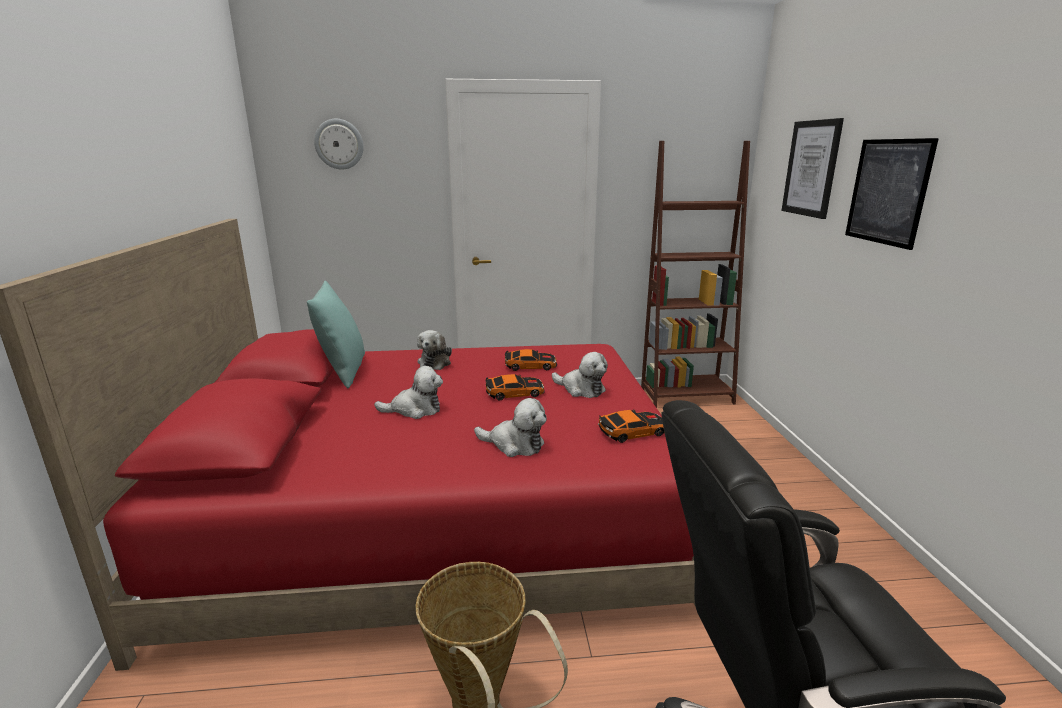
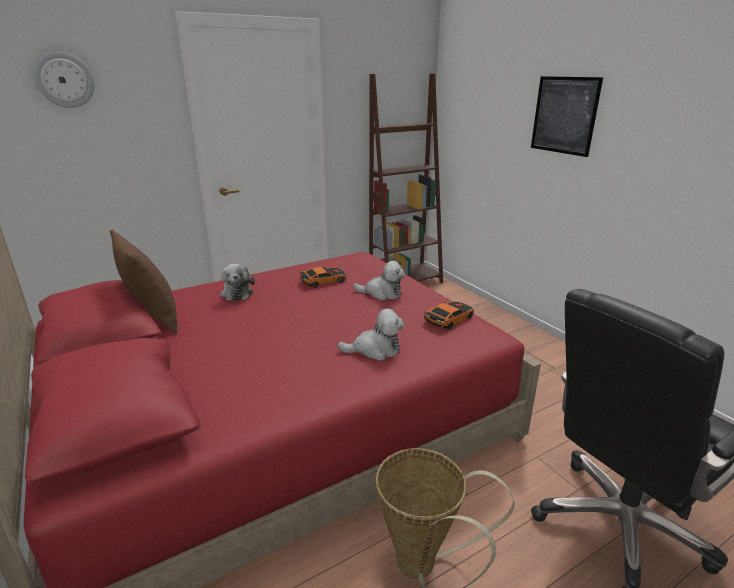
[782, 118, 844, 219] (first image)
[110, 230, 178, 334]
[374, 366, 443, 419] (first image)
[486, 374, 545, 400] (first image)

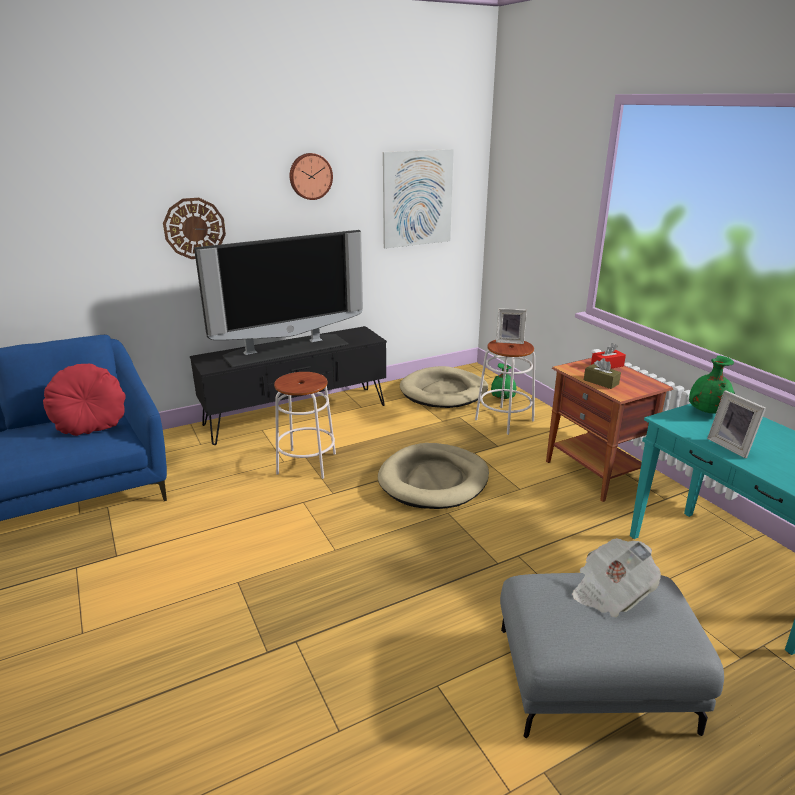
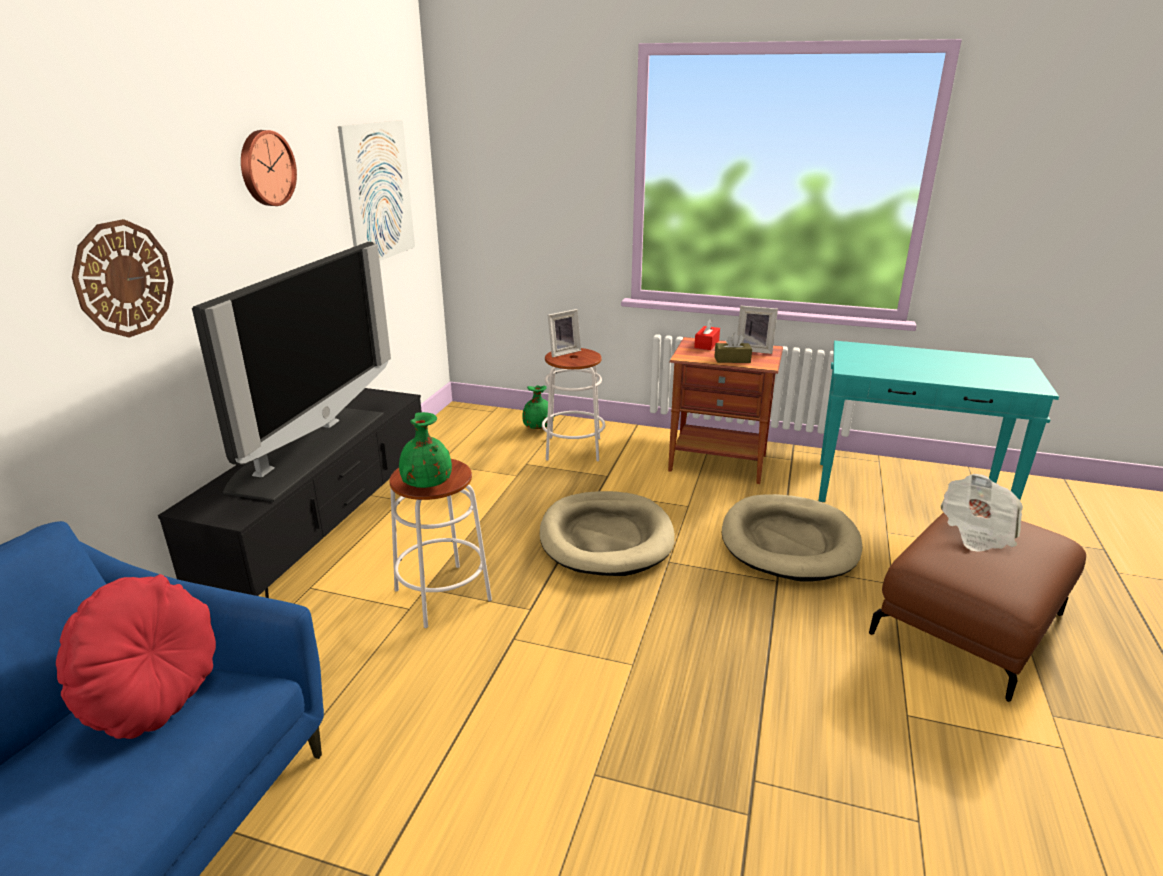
[399, 412, 452, 488]
[722, 494, 862, 582]
[737, 306, 778, 354]
[869, 512, 1086, 702]

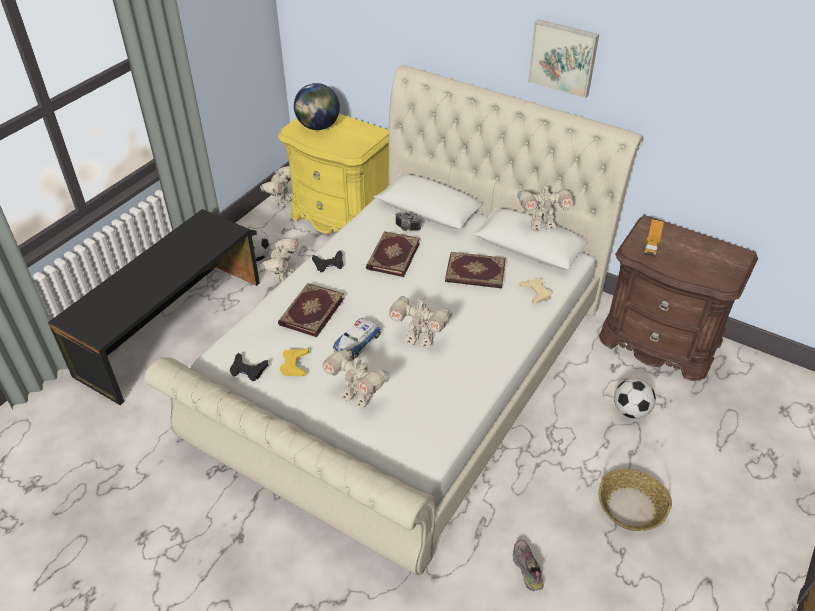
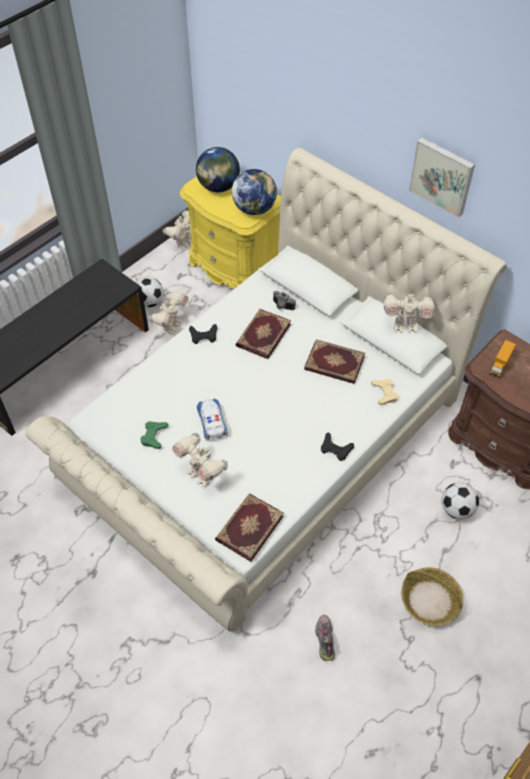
[215, 493, 283, 562]
[389, 296, 452, 348] (first image)
[197, 398, 228, 441]
[140, 421, 168, 449]
[321, 432, 354, 461]
[232, 169, 277, 215]

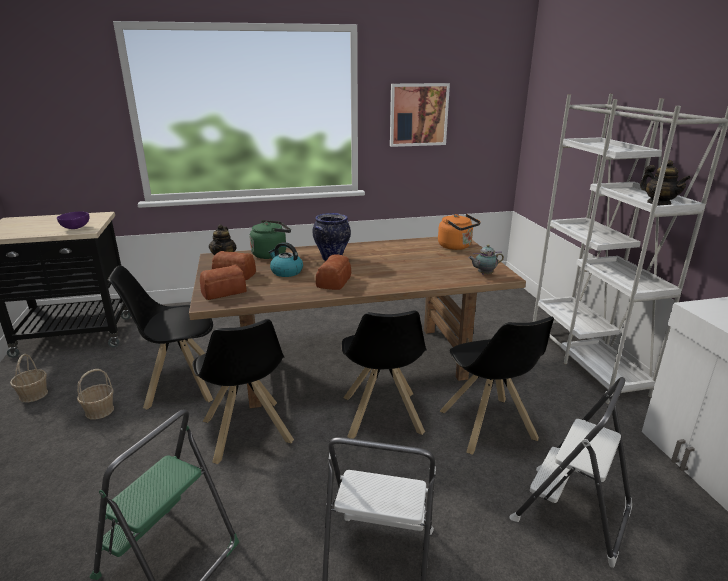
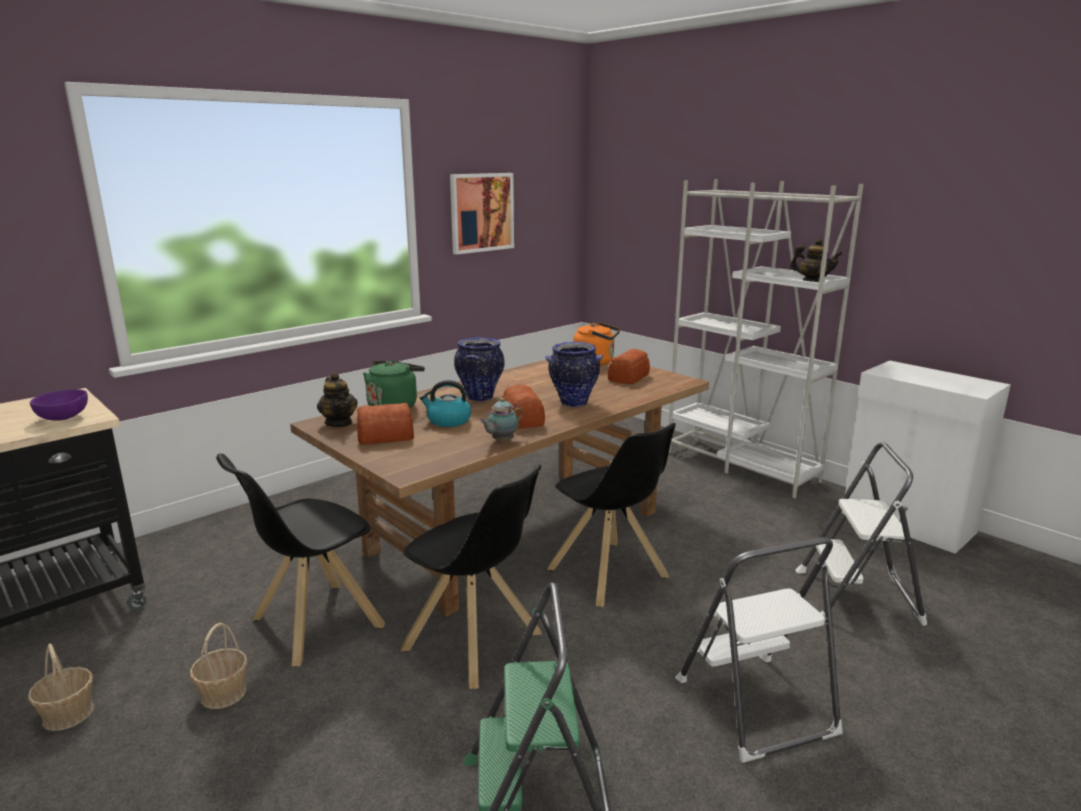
[479, 398, 523, 442]
[608, 349, 650, 384]
[439, 317, 554, 455] (first image)
[545, 342, 603, 407]

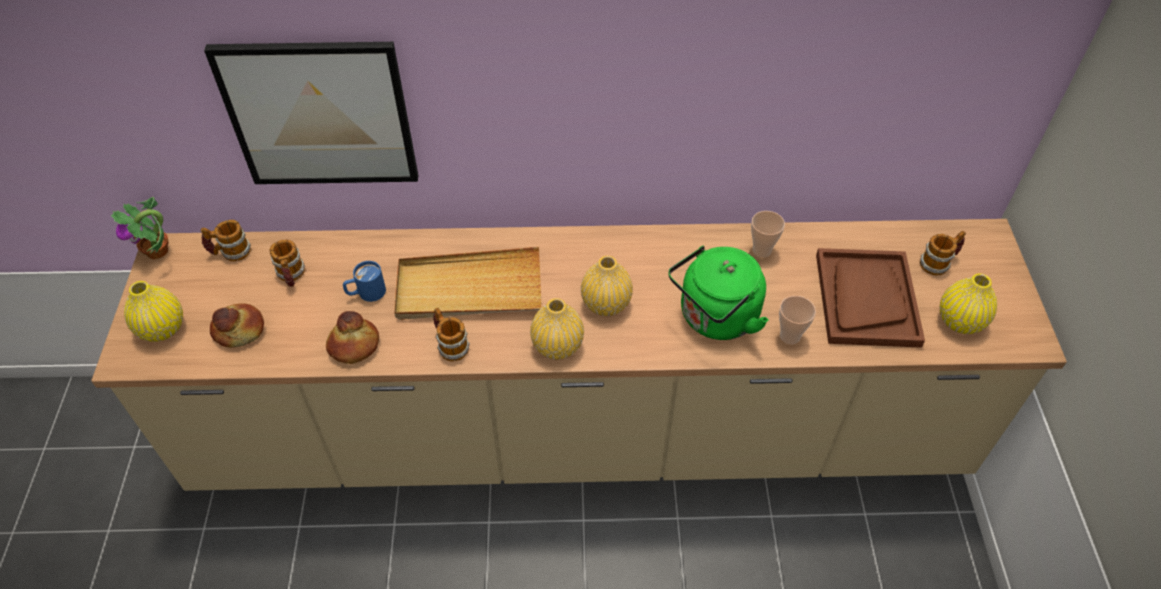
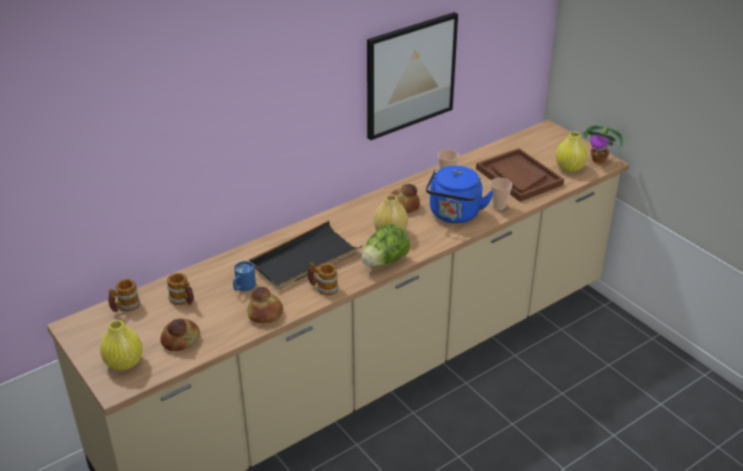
[367, 12, 458, 140]
[580, 125, 624, 163]
[920, 231, 966, 275] (first image)
[426, 166, 494, 223]
[249, 220, 362, 290]
[361, 224, 410, 267]
[390, 184, 420, 213]

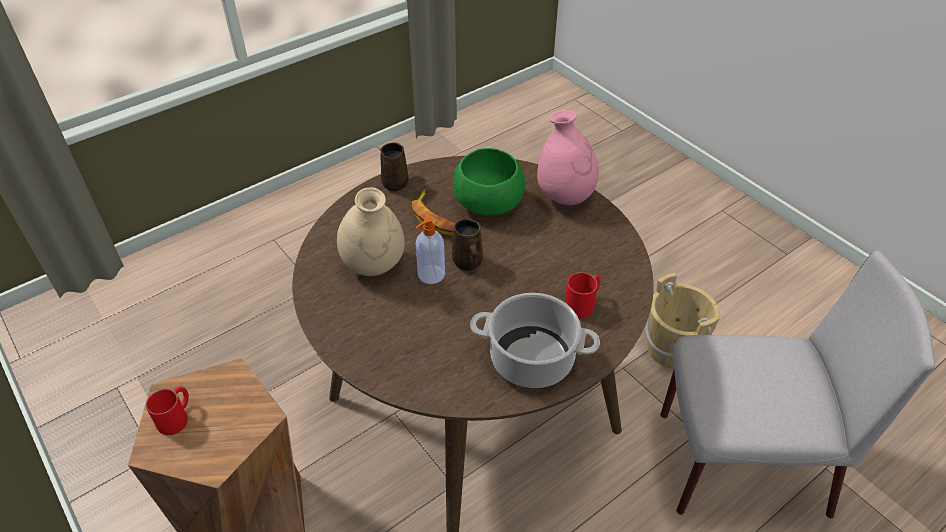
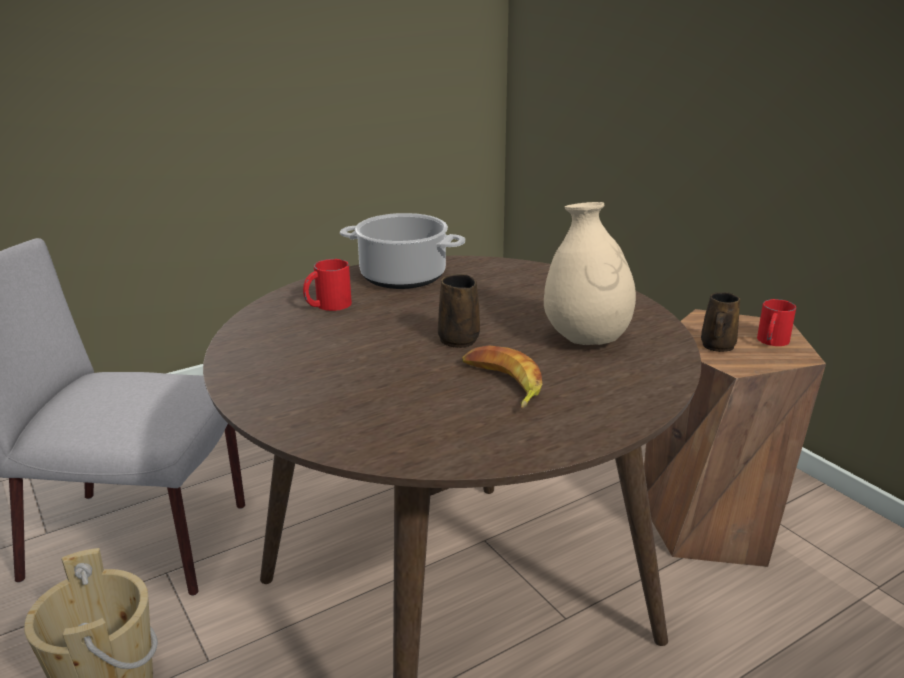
[537, 110, 599, 205] (first image)
[701, 292, 740, 352]
[453, 148, 525, 216] (first image)
[415, 216, 445, 284] (first image)

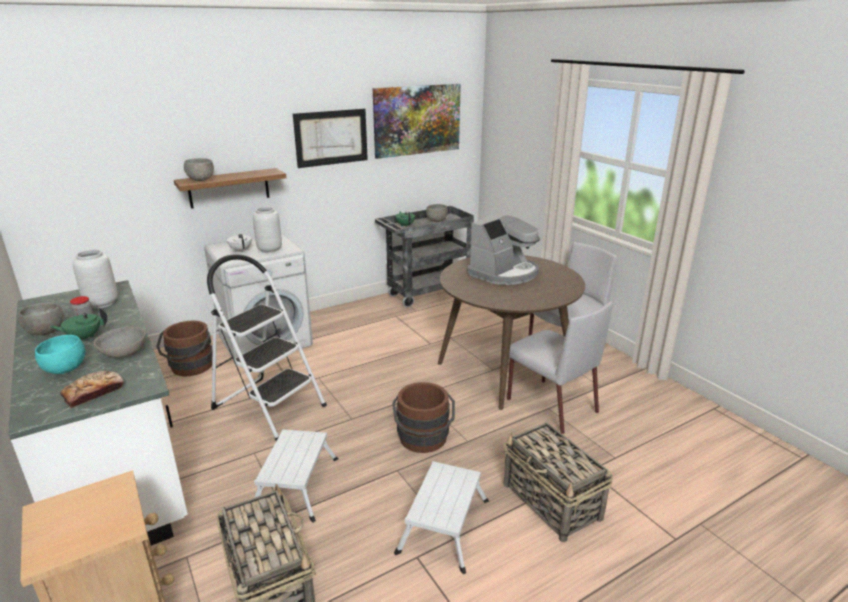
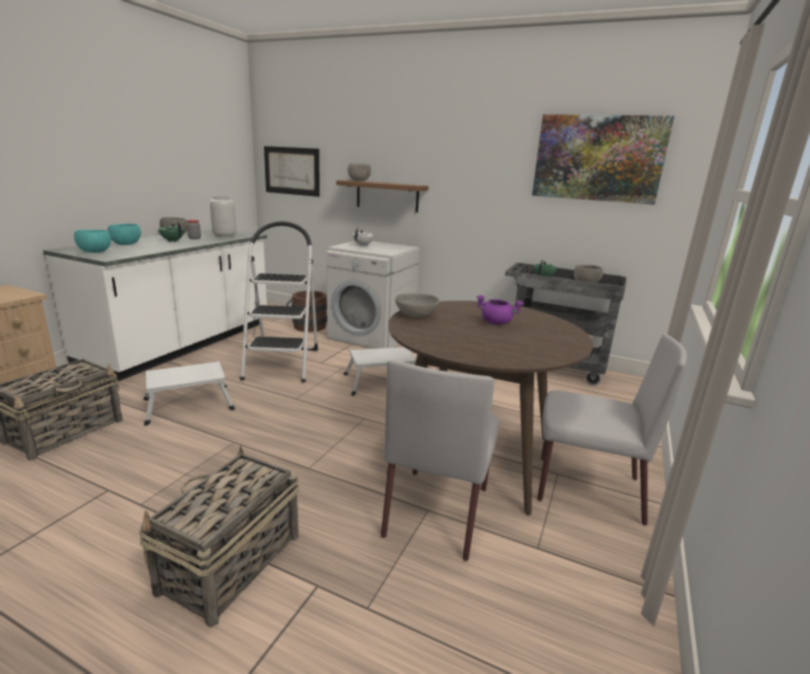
[264, 146, 320, 197]
[253, 207, 282, 253] (first image)
[477, 295, 524, 325]
[395, 294, 440, 317]
[74, 230, 111, 253]
[392, 382, 455, 453] (first image)
[344, 347, 416, 396]

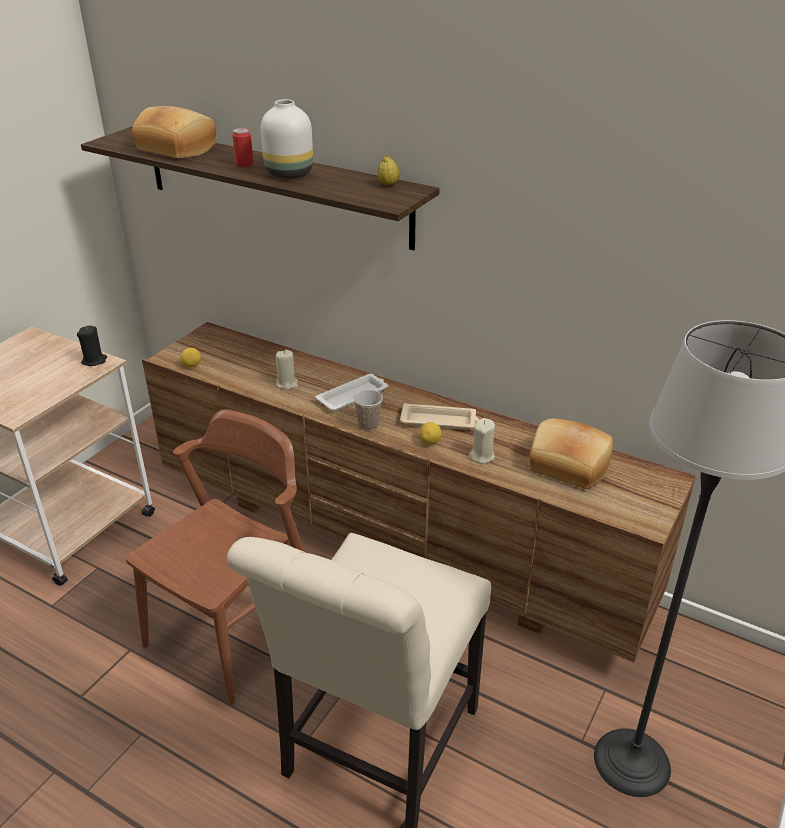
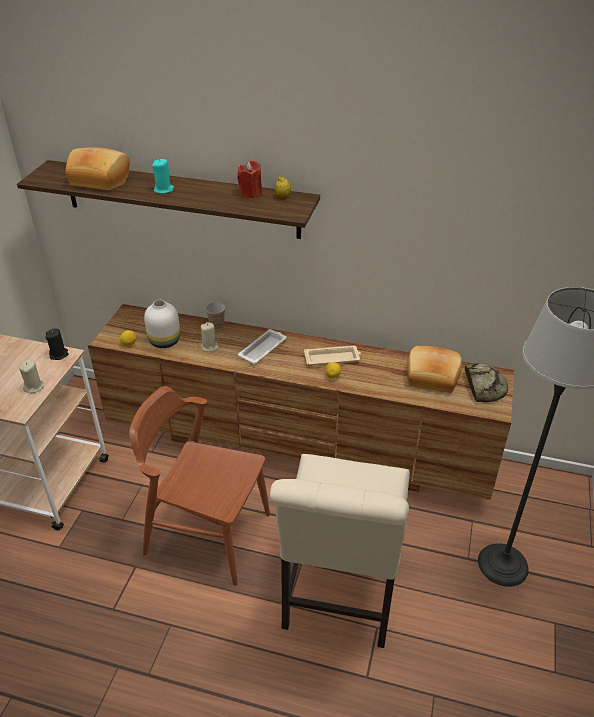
[144, 300, 180, 348]
[152, 159, 174, 194]
[205, 302, 225, 330]
[129, 386, 270, 586]
[19, 360, 43, 394]
[237, 161, 262, 198]
[465, 363, 508, 403]

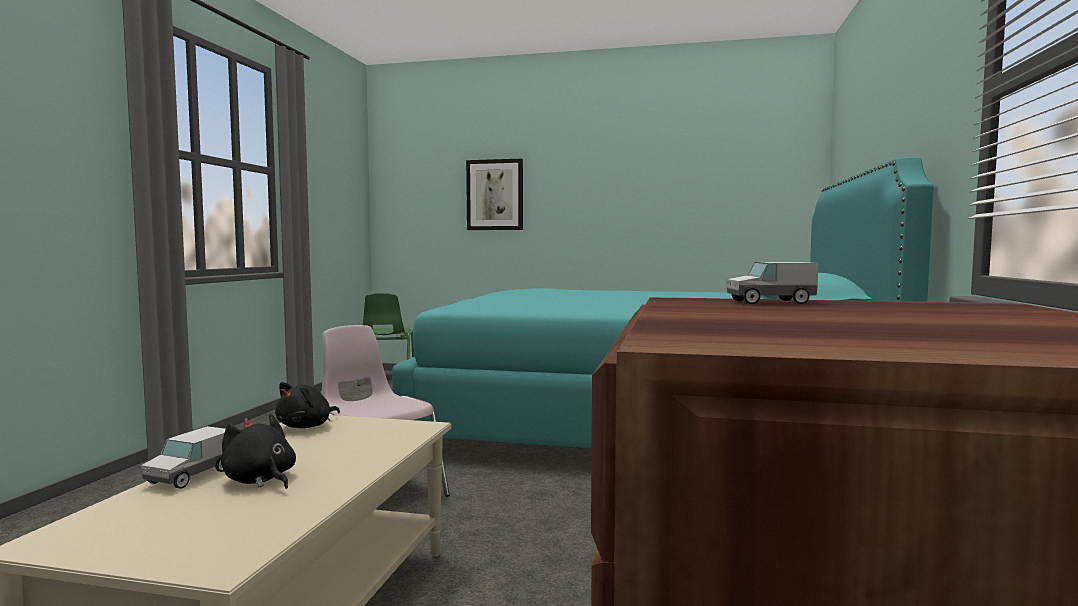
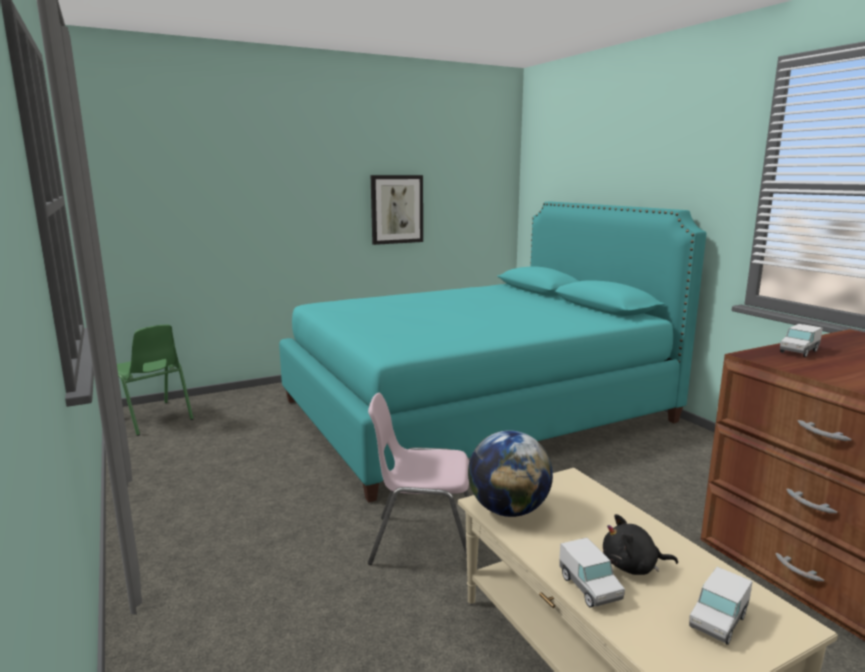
[371, 175, 423, 245]
[468, 430, 553, 517]
[689, 567, 753, 645]

